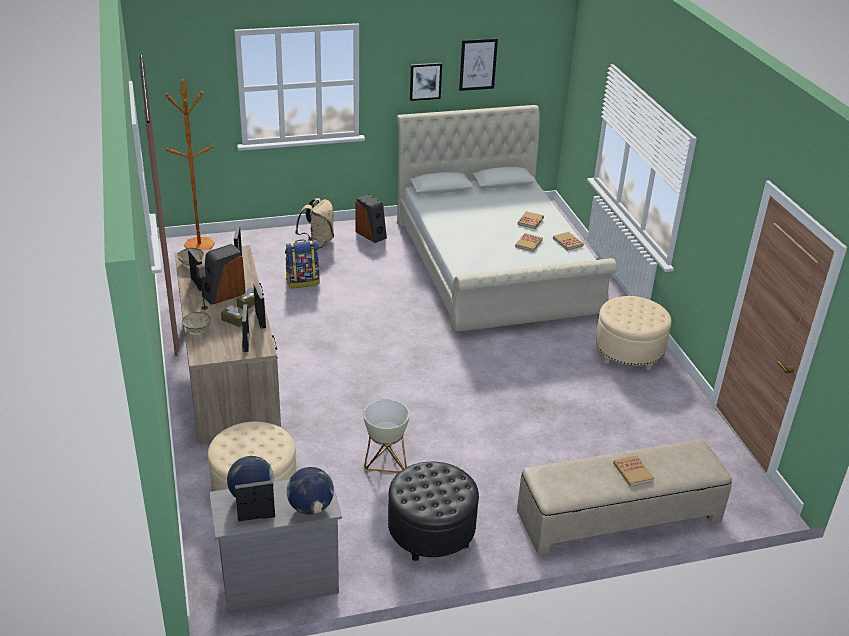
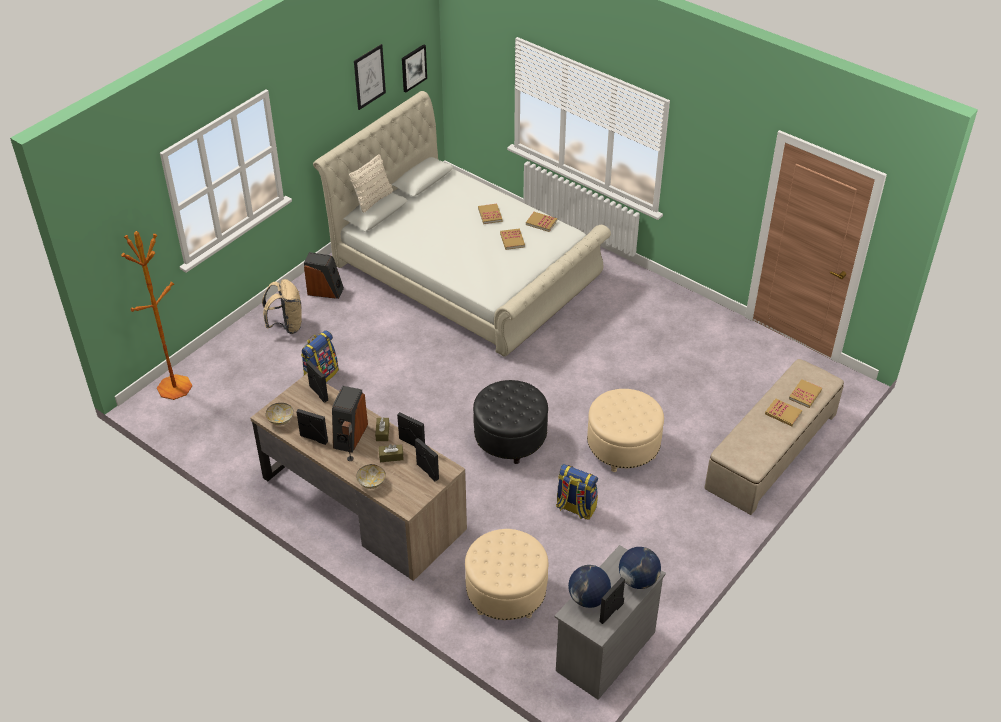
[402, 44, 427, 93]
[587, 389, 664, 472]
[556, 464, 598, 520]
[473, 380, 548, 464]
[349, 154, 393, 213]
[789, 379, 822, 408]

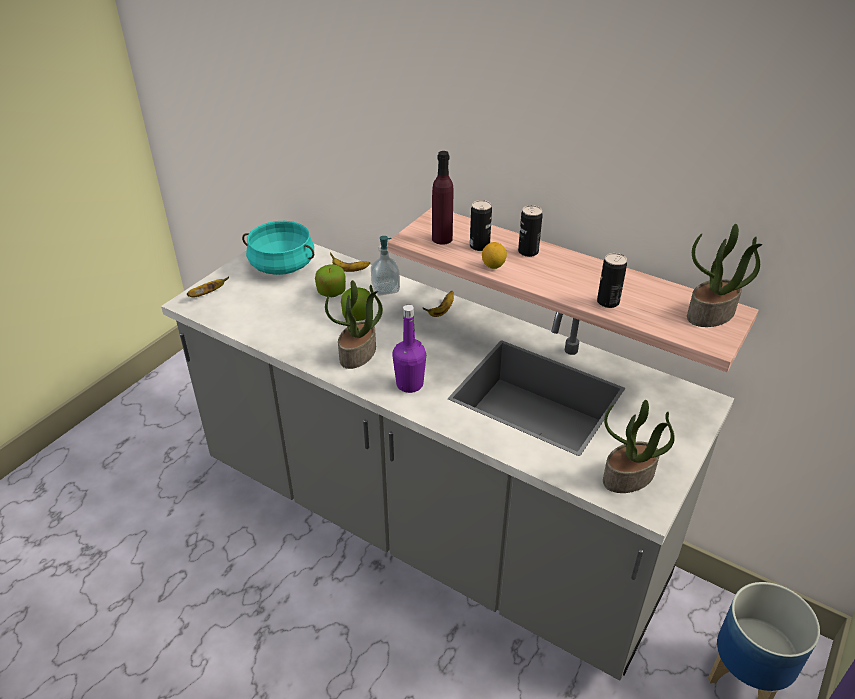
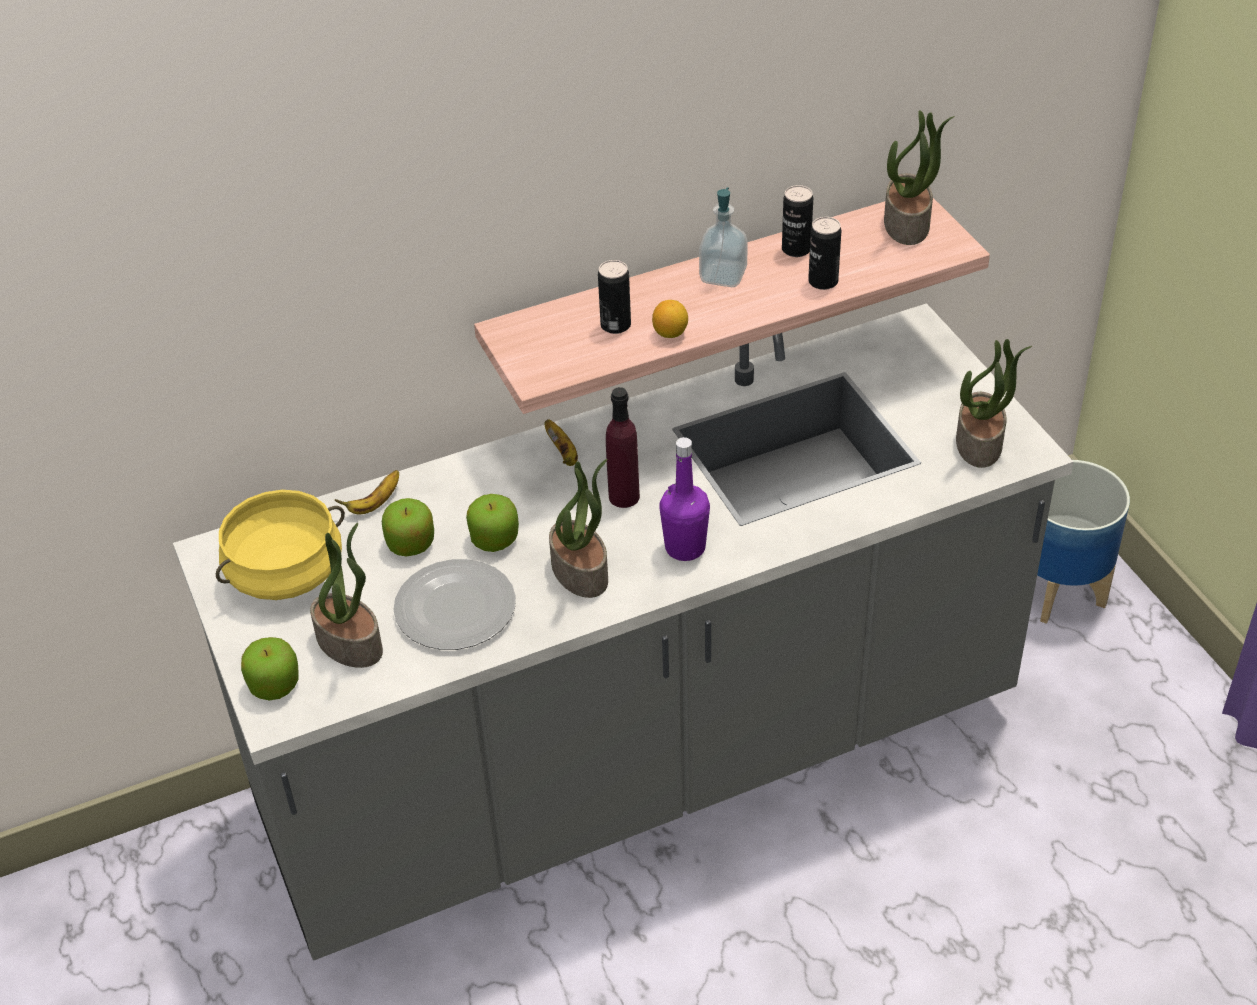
[606, 387, 640, 508]
[782, 185, 813, 257]
[216, 490, 345, 600]
[699, 187, 748, 287]
[241, 637, 299, 700]
[310, 523, 383, 668]
[393, 559, 516, 650]

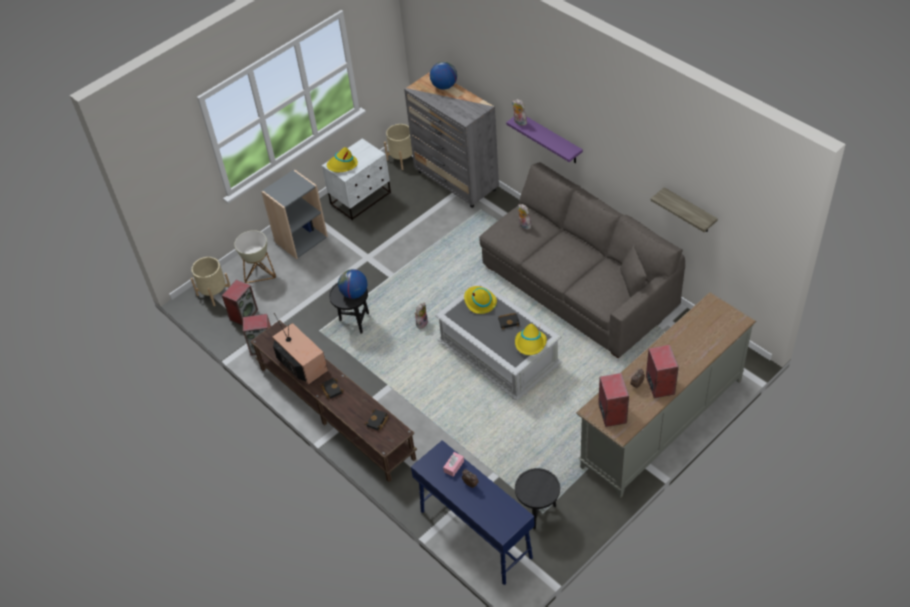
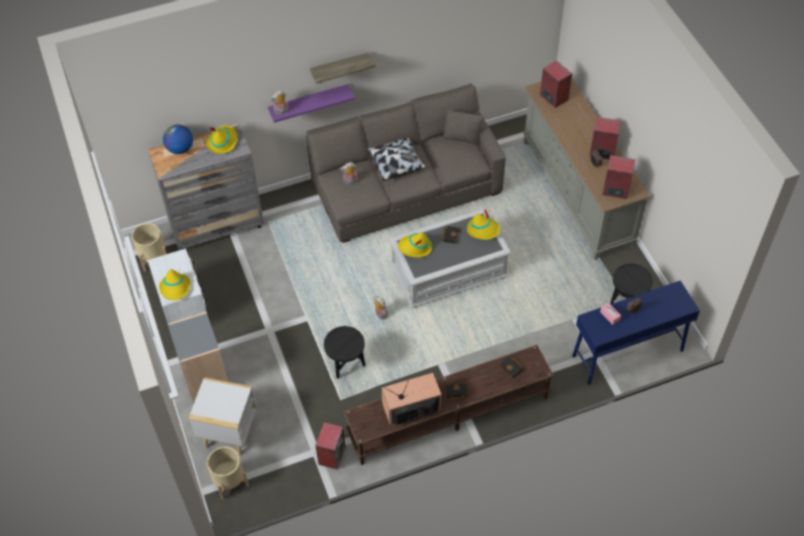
[310, 52, 375, 84]
[189, 377, 257, 456]
[338, 269, 367, 299] (first image)
[540, 60, 572, 108]
[206, 125, 237, 154]
[367, 138, 426, 181]

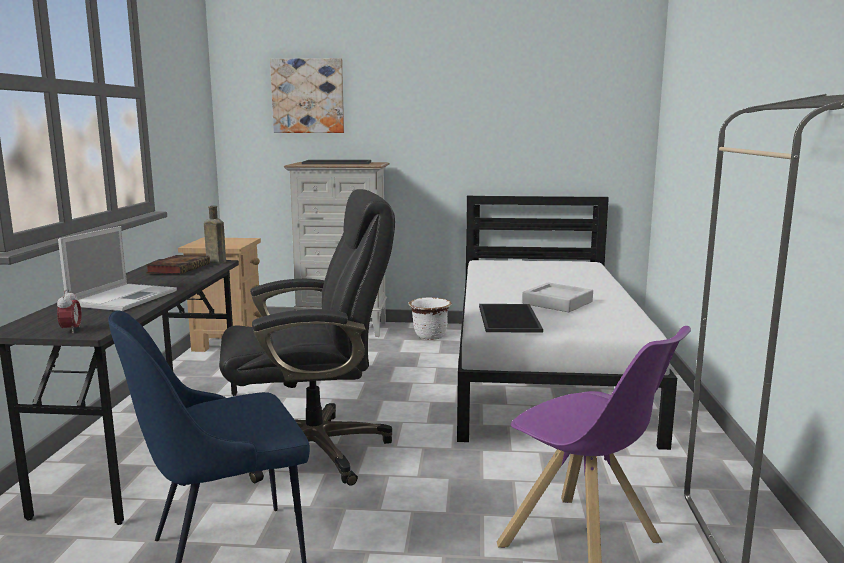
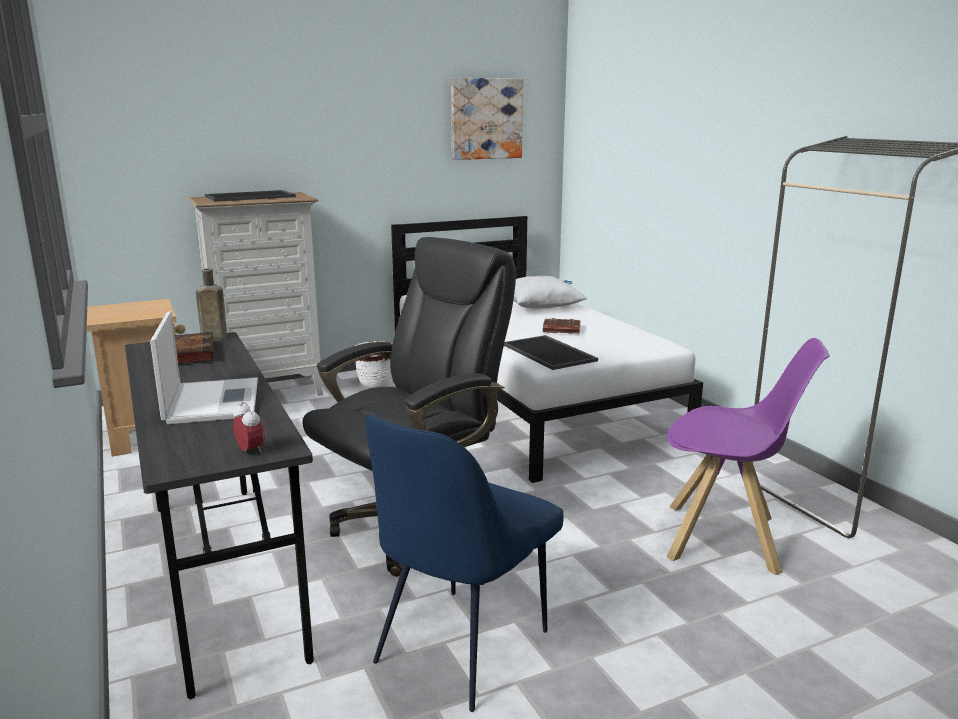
[451, 78, 523, 160]
[543, 318, 581, 334]
[513, 276, 587, 309]

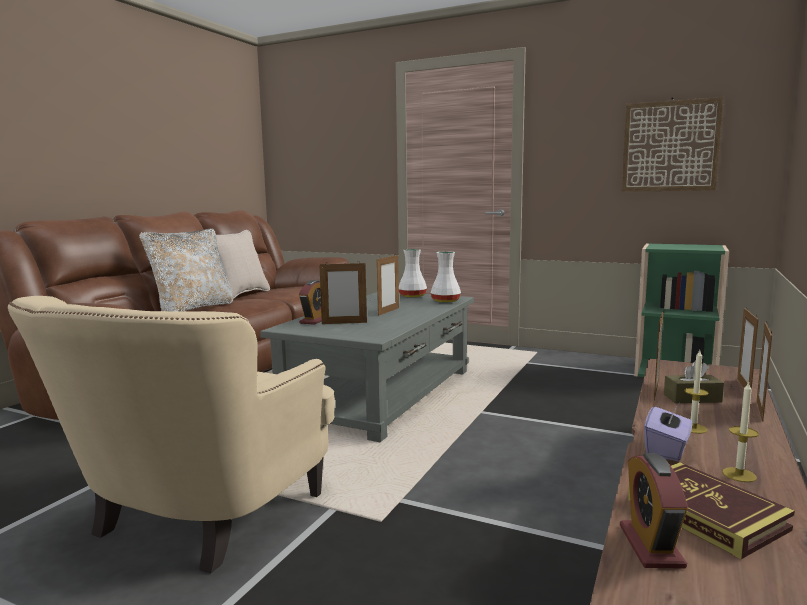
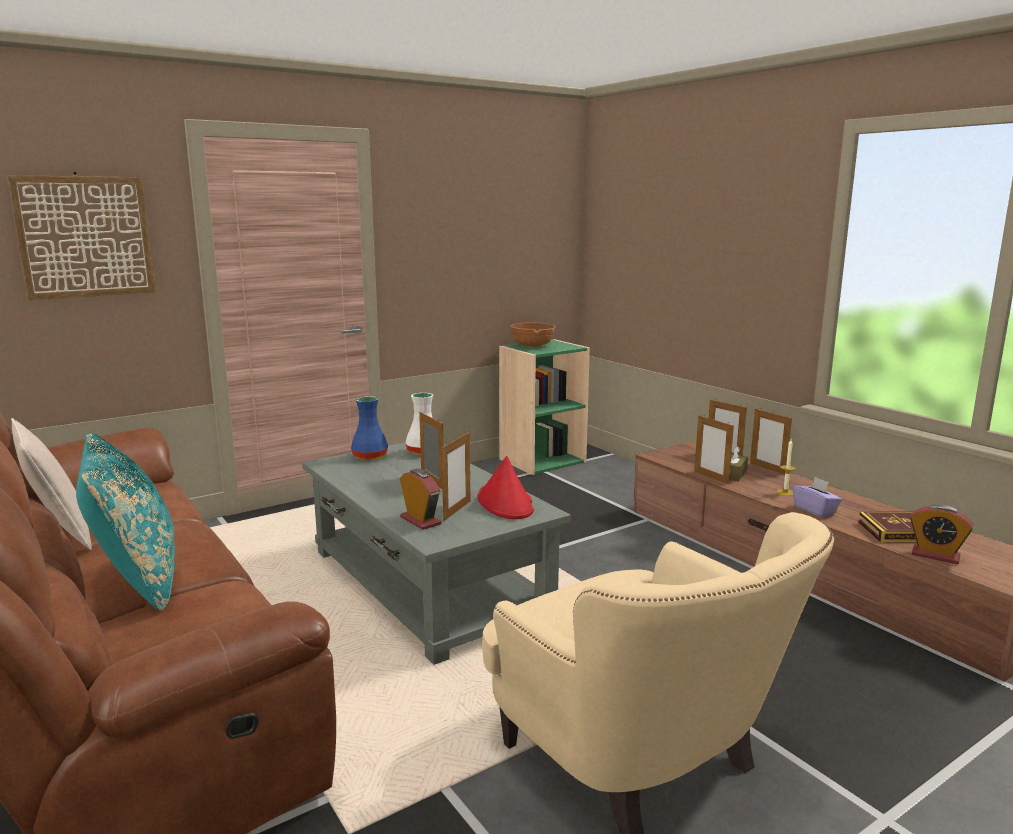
[7, 172, 156, 300]
[76, 433, 175, 610]
[351, 396, 388, 460]
[722, 381, 759, 482] (first image)
[510, 322, 556, 348]
[477, 456, 534, 519]

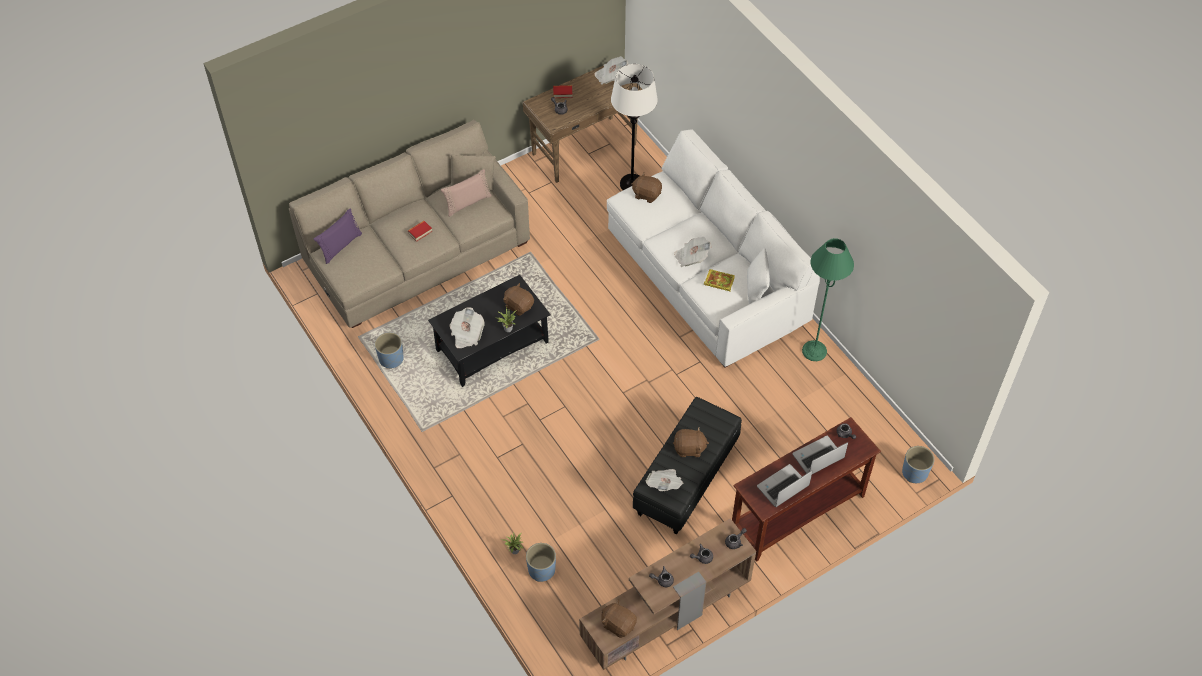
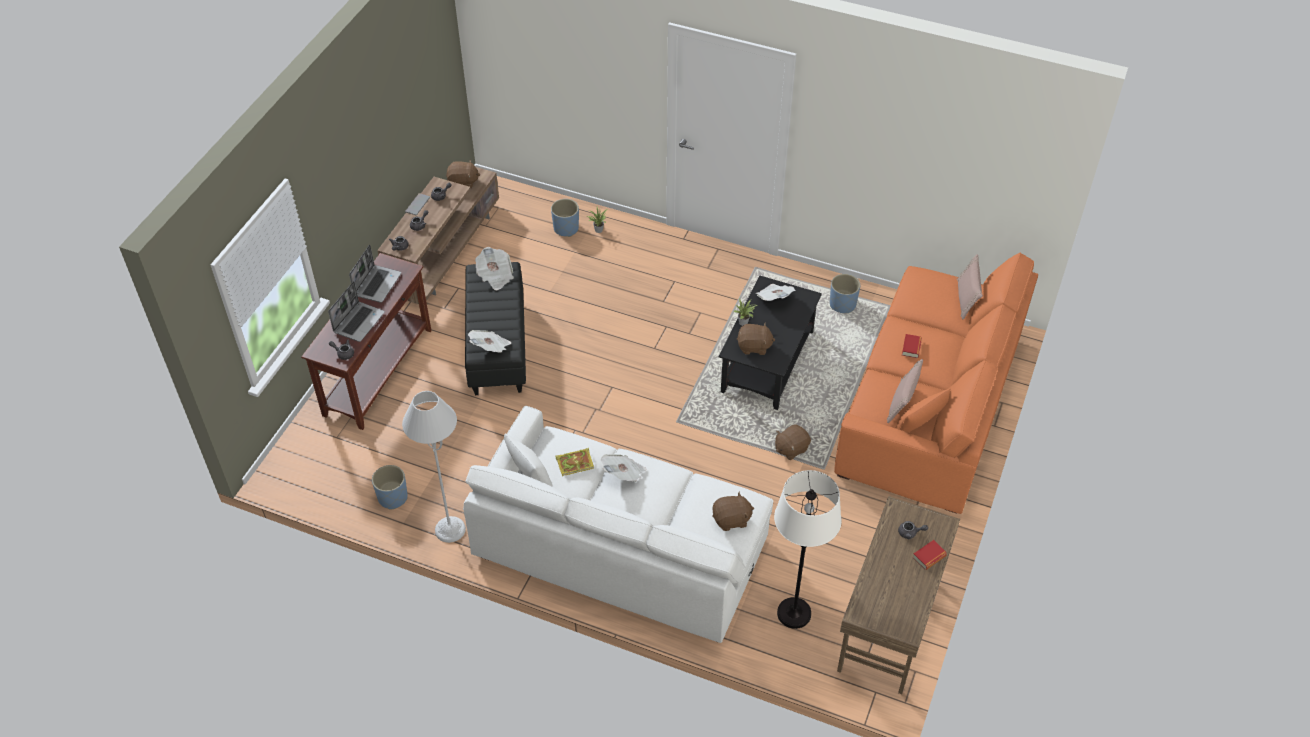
[468, 330, 511, 353]
[834, 253, 1038, 514]
[956, 254, 983, 319]
[402, 391, 466, 543]
[775, 424, 811, 460]
[372, 465, 408, 510]

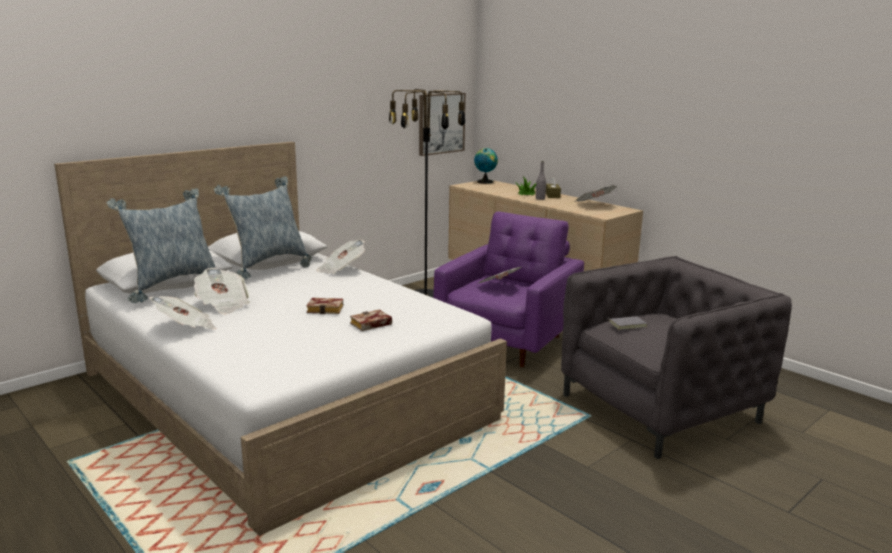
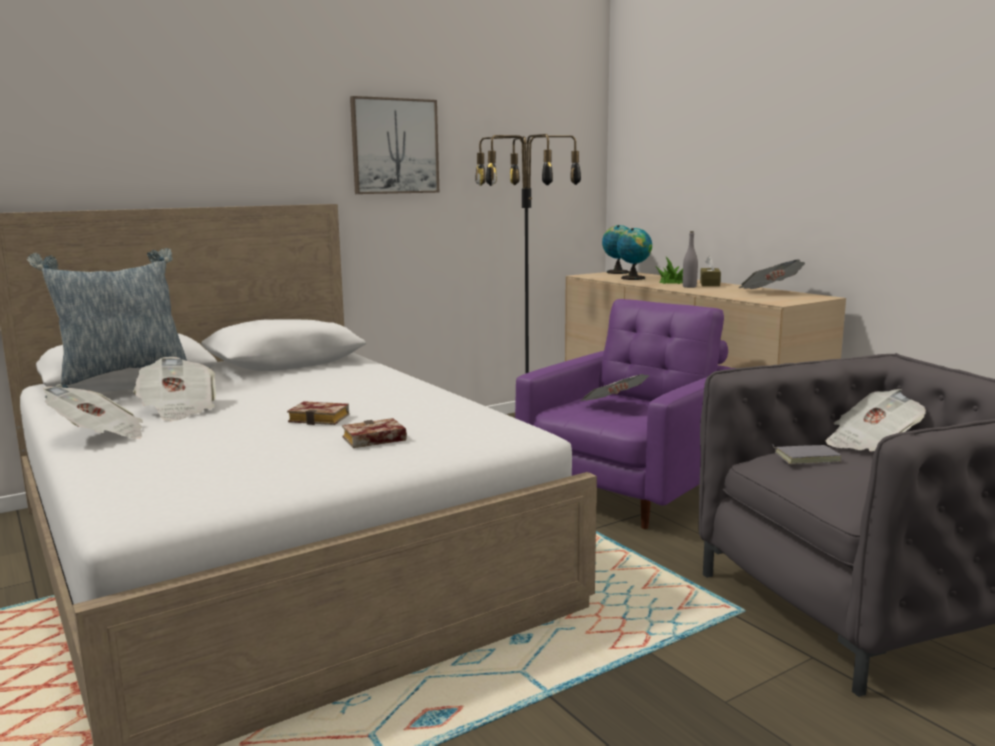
[350, 96, 439, 194]
[214, 176, 313, 280] (first image)
[825, 389, 926, 451]
[617, 228, 652, 280]

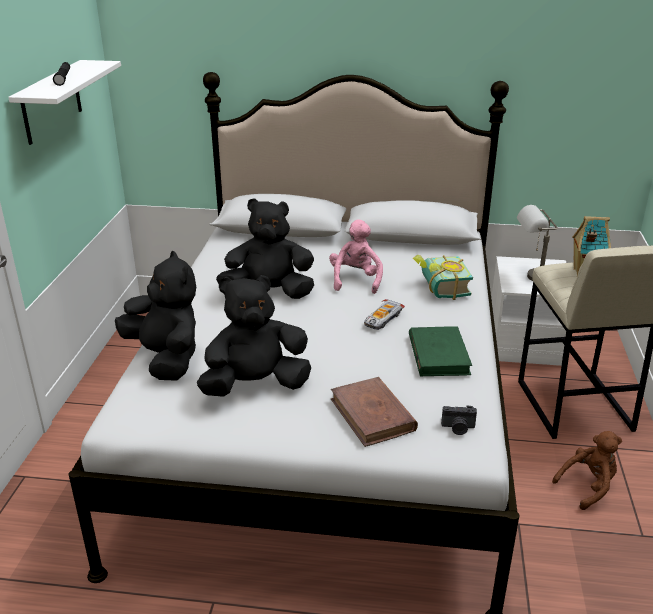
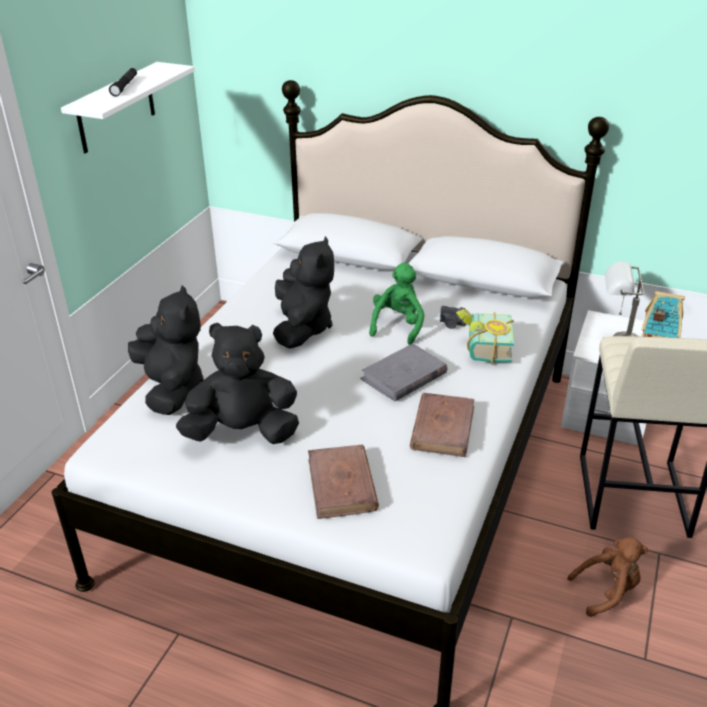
[273, 236, 334, 349]
[369, 263, 425, 345]
[360, 343, 447, 401]
[410, 393, 474, 457]
[440, 306, 466, 329]

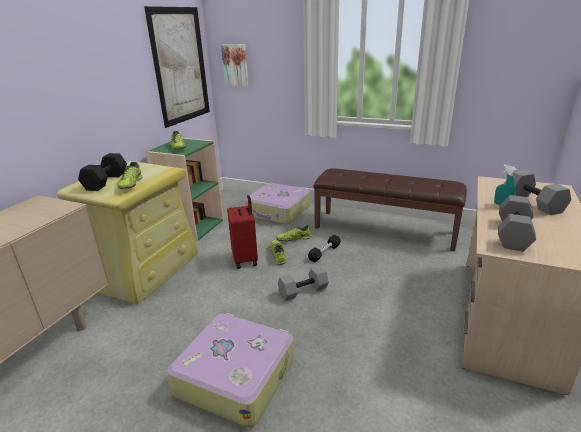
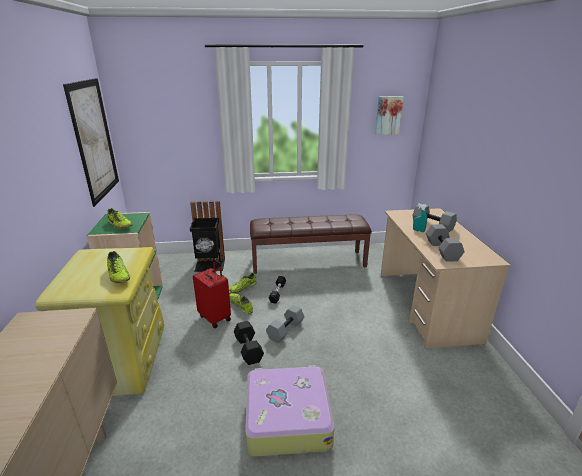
[375, 96, 404, 135]
[234, 321, 264, 365]
[190, 201, 225, 272]

